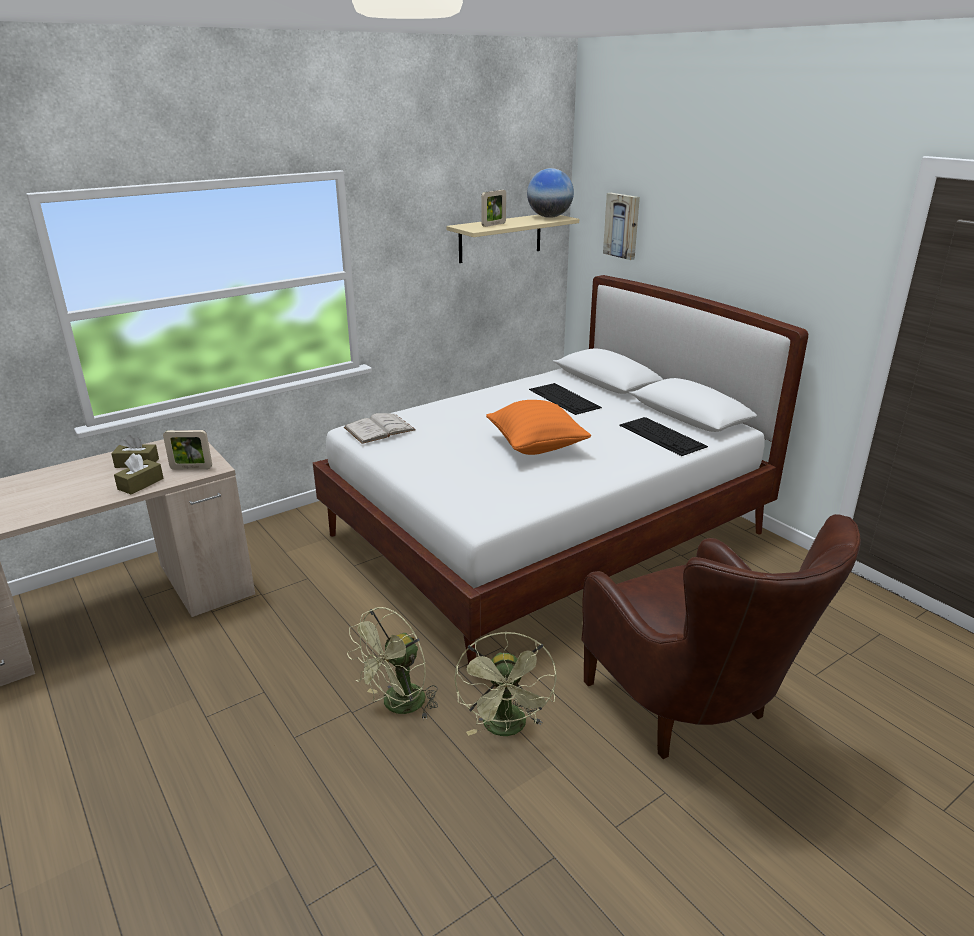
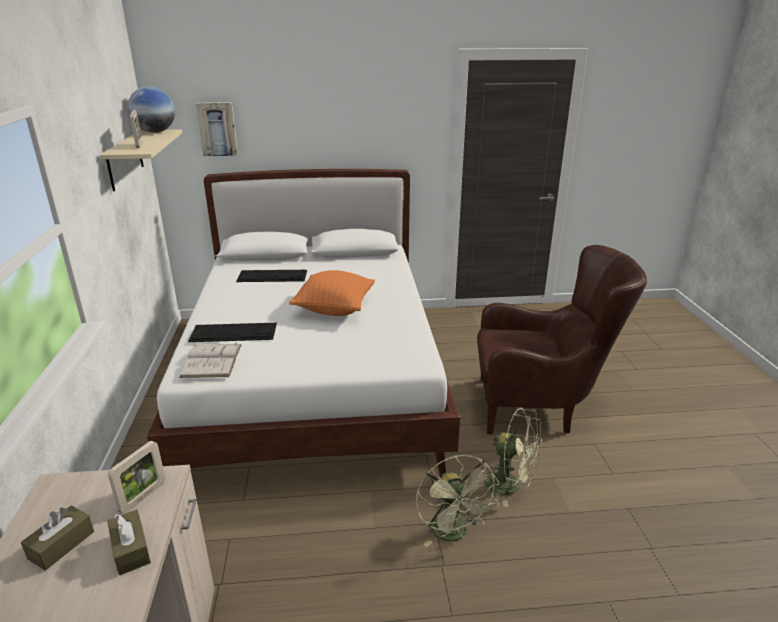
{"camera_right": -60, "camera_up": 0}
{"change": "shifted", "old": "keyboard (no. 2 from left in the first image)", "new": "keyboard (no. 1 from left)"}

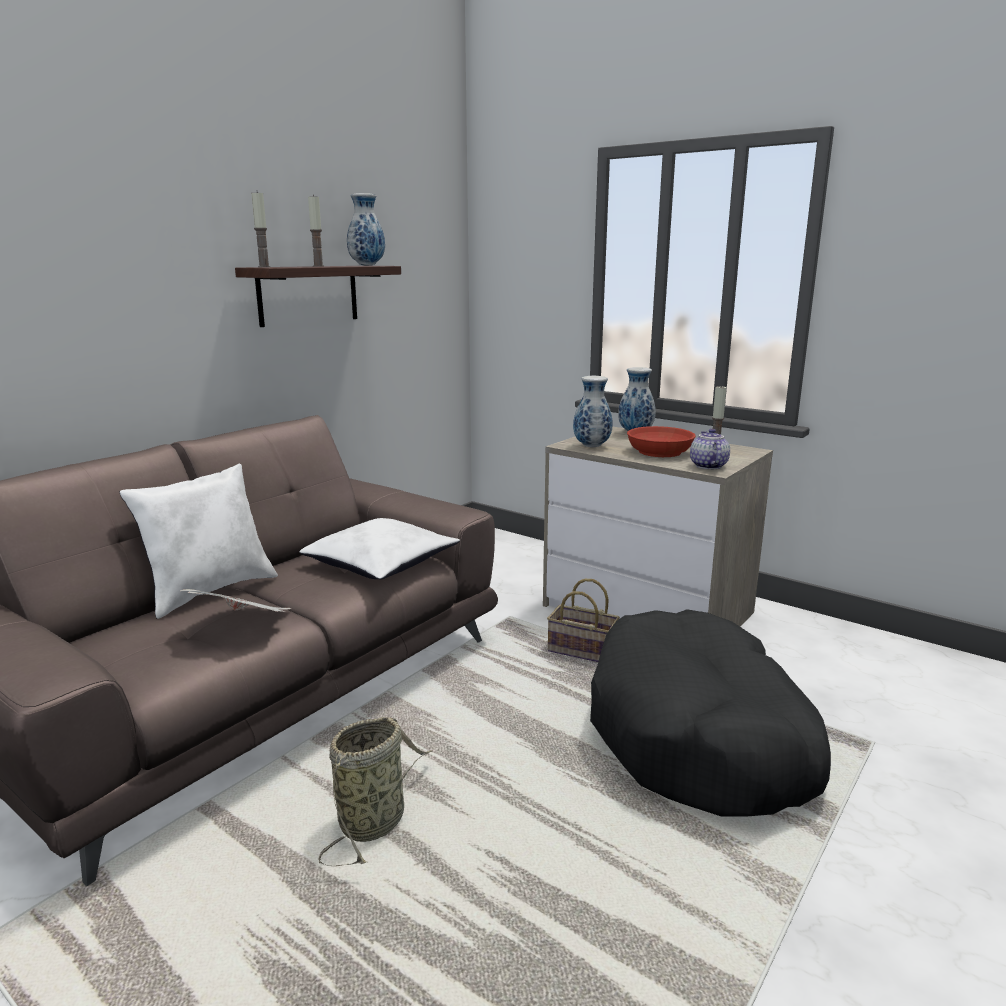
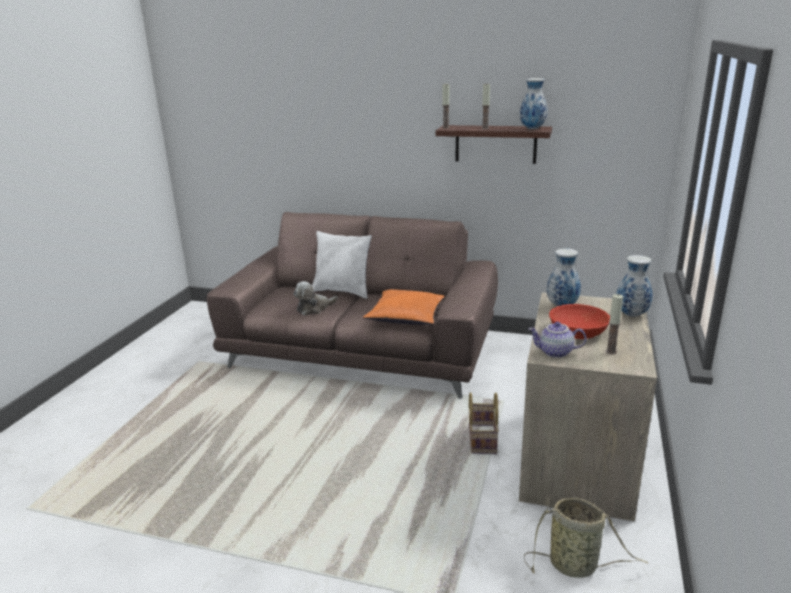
{"camera_right": 70, "camera_up": 5}
{"change": "gone", "old": "black_dog_cushion"}
{"change": "shifted", "old": "basket (no. 1 from left in the first image)", "new": "basket (no. 2 from left)"}
{"change": "swapped", "old": "printed_paper", "new": "plush_toy"}
{"change": "repainted", "old": "white-coloured_pillow (no. 2 from left)", "new": "orange-coloured_pillow"}
{"change": "rotated", "old": "pot_for_tea", "degrees": -150}

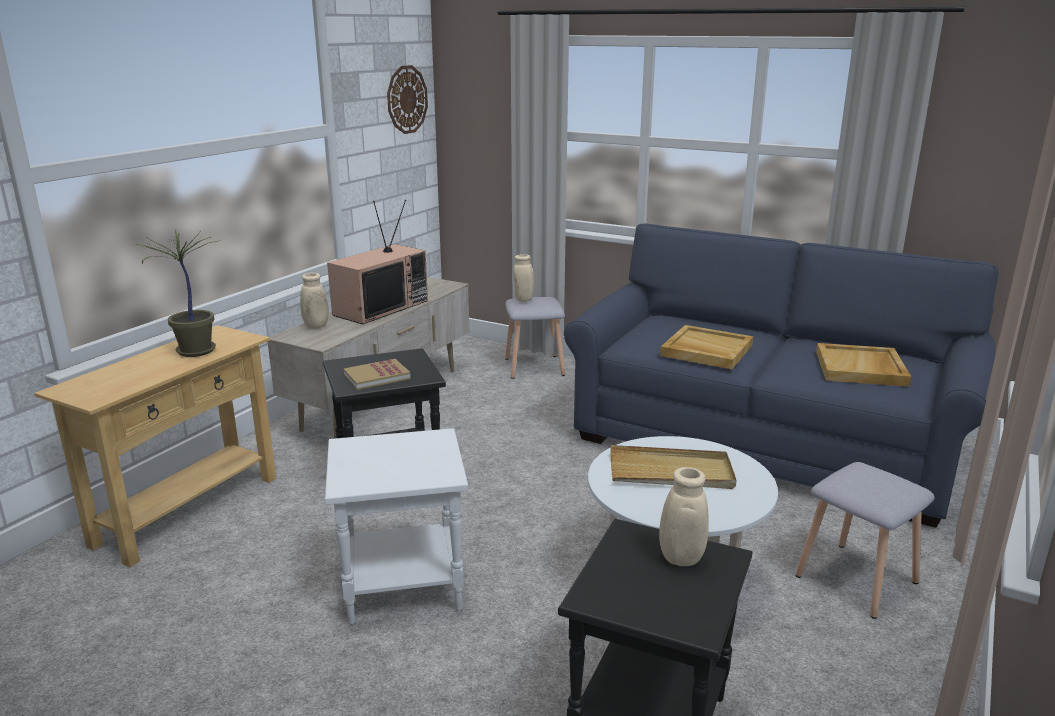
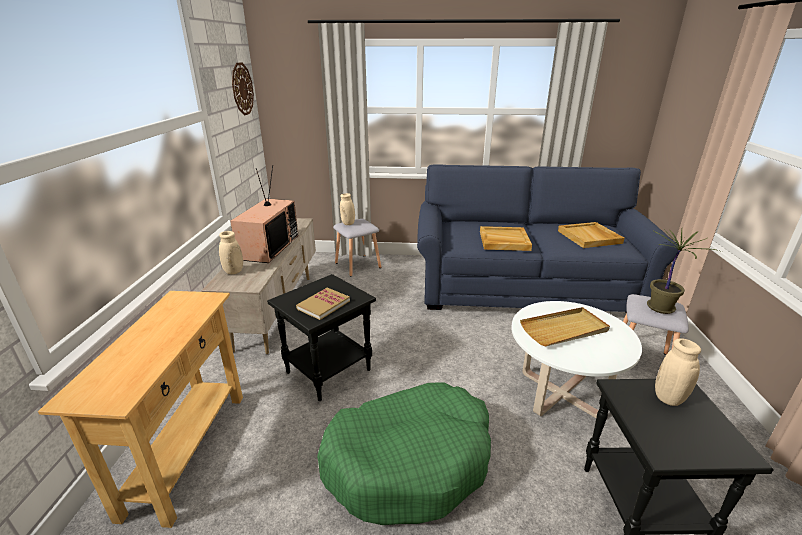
{"camera_right": -25, "camera_up": 5}
{"change": "shifted", "old": "potted_plant"}
{"change": "swapped", "old": "white-coloured_side_table", "new": "green_dog_cushion"}

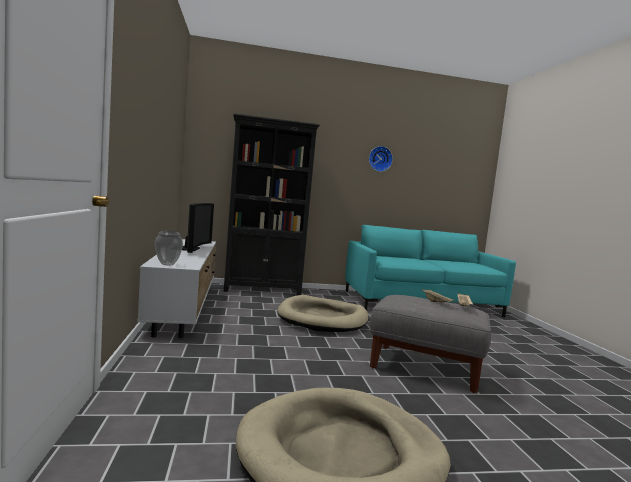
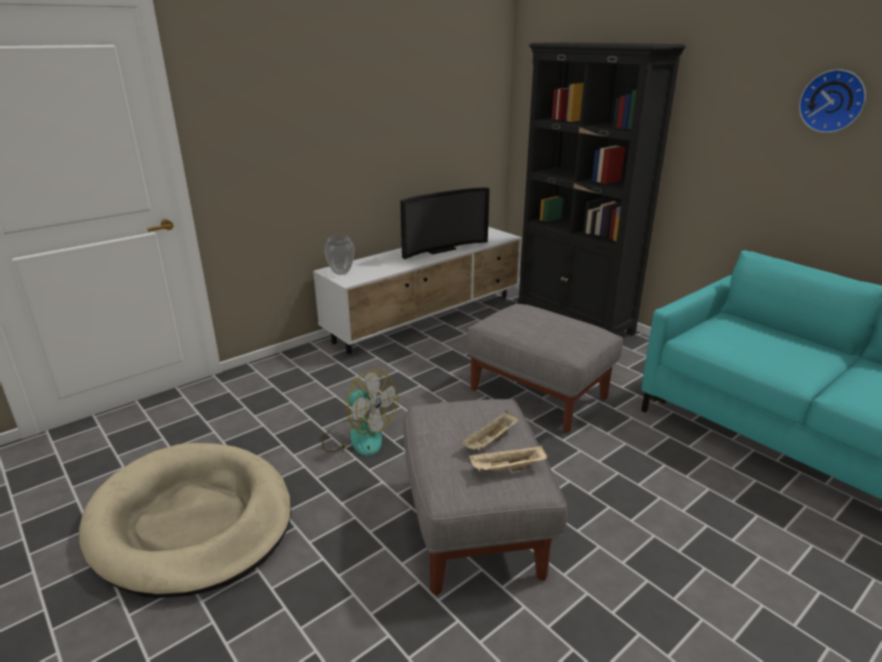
{"camera_right": 60, "camera_up": 20}
{"change": "new", "new": "fan"}
{"change": "swapped", "old": "beige-coloured_dog_cushion (no. 1 from left)", "new": "greyish_footrest (no. 2 from left)"}

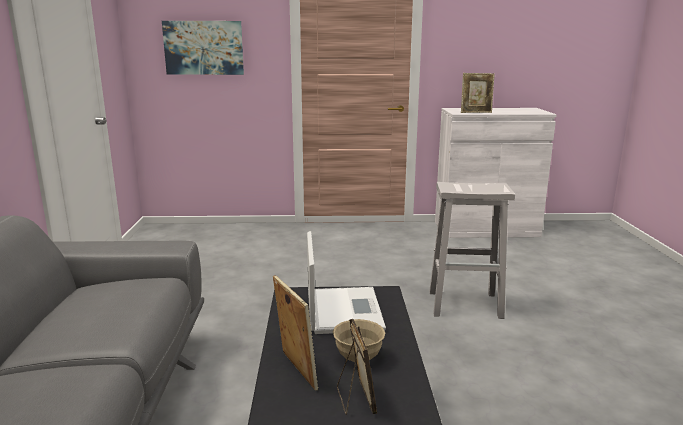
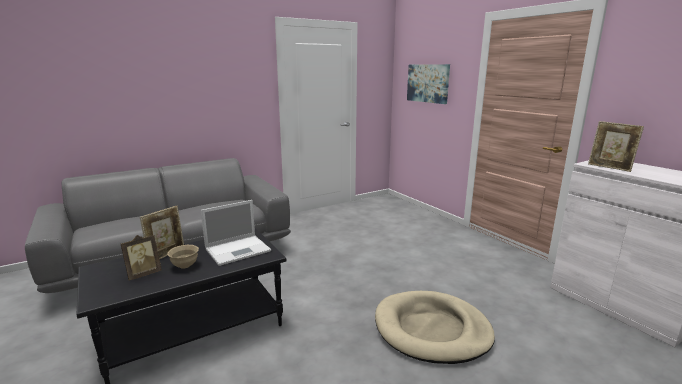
{"camera_right": 60, "camera_up": 0}
{"change": "swapped", "old": "white-coloured_stool_seat", "new": "beige-coloured_dog_cushion"}

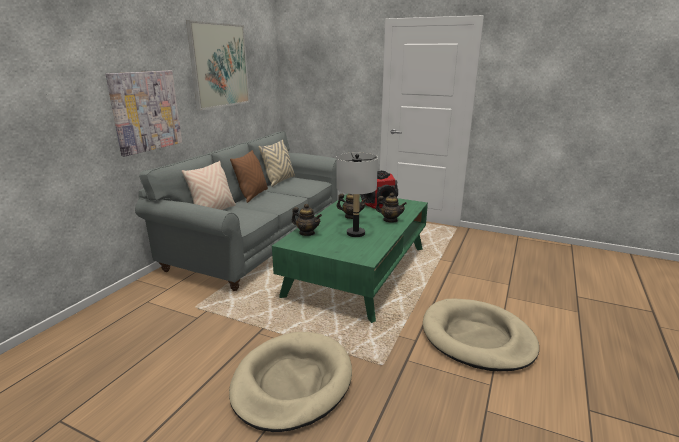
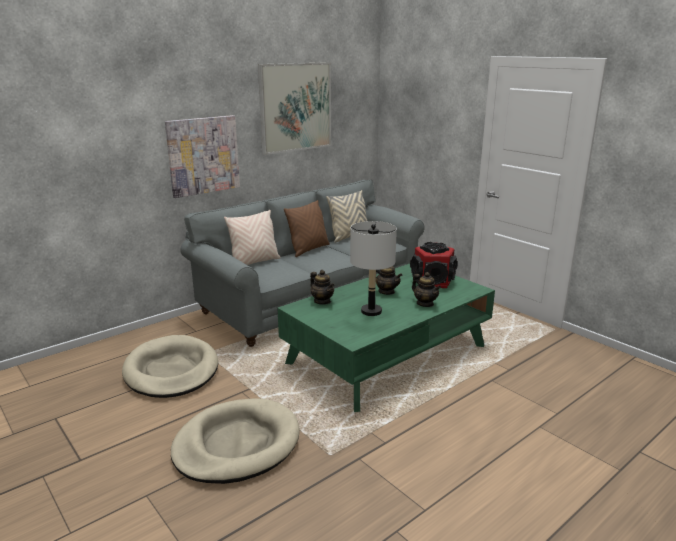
{"camera_right": 25, "camera_up": 0}
{"change": "shifted", "old": "beige-coloured_dog_cushion (no. 2 from left in the first image)", "new": "beige-coloured_dog_cushion (no. 1 from left)"}

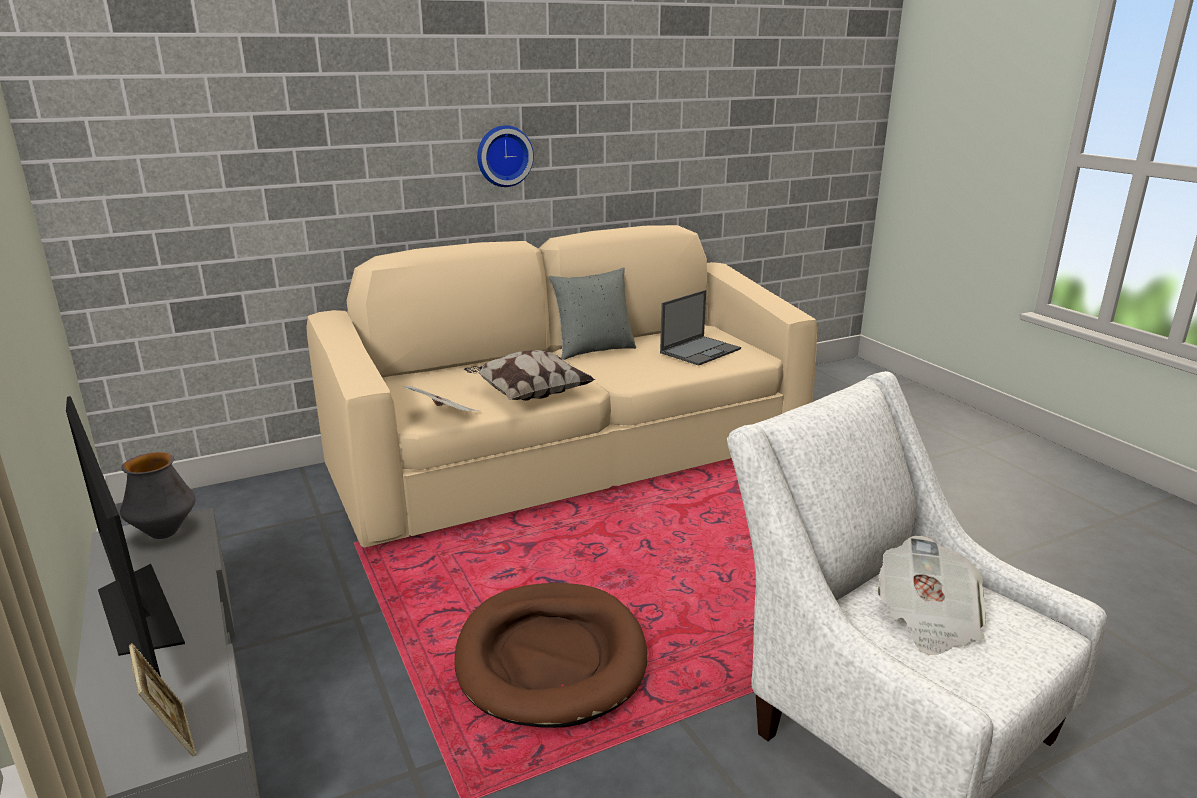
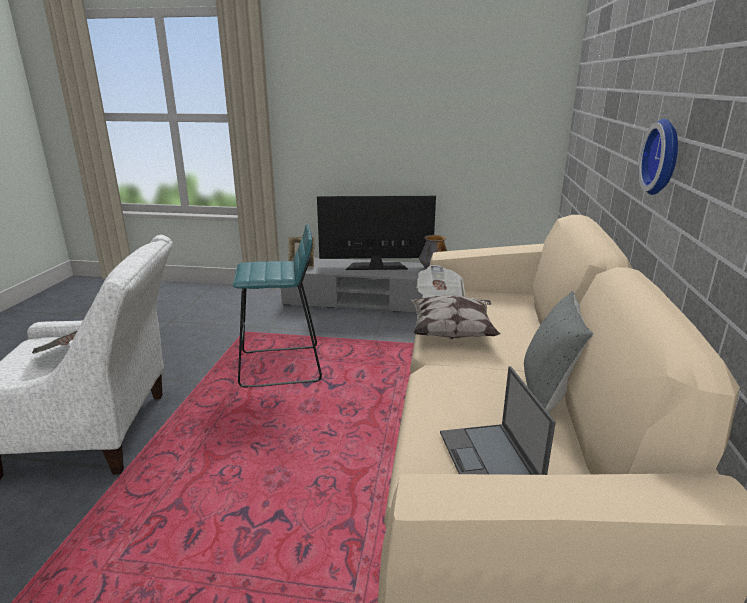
{"camera_right": 125, "camera_up": 0}
{"change": "swapped", "old": "brownish_dog_cushion", "new": "turquoise_stool_seat"}

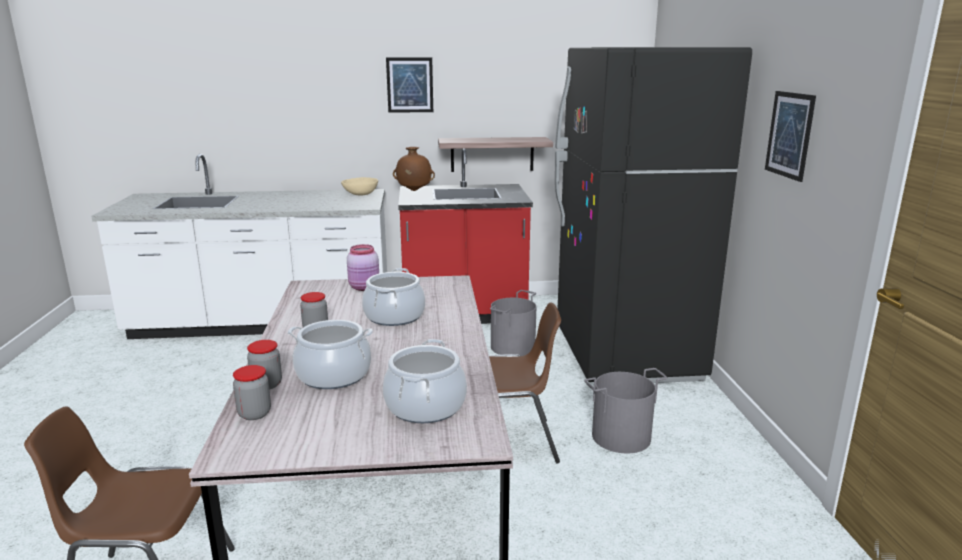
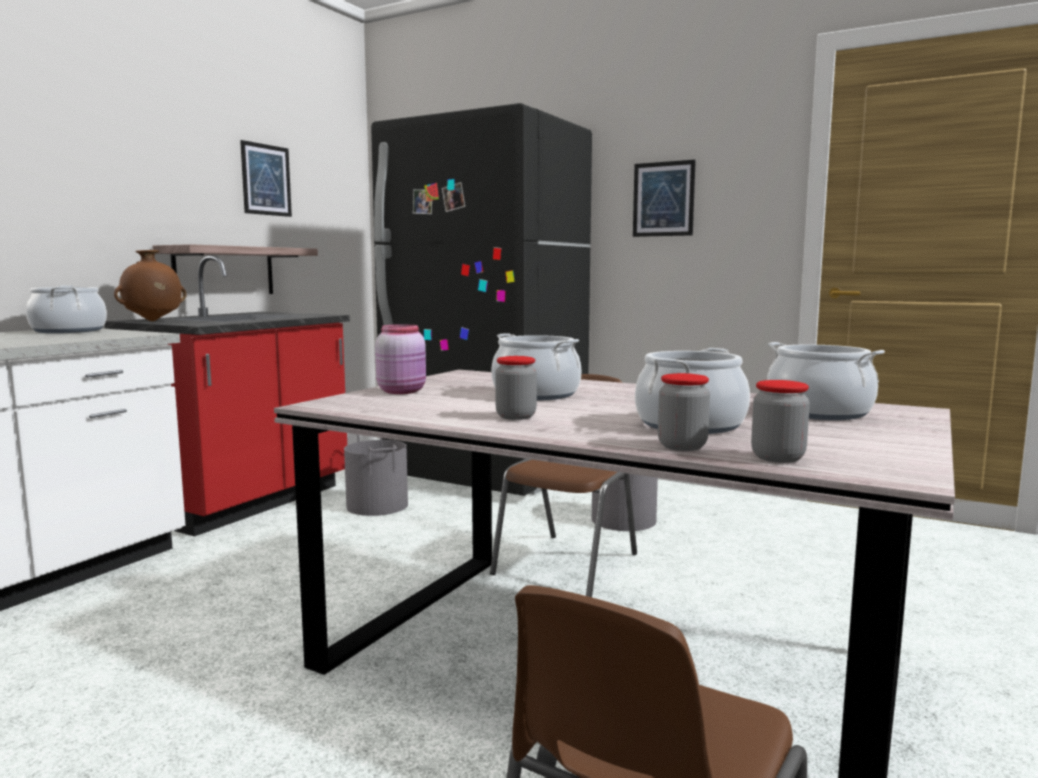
{"camera_right": -55, "camera_up": -10}
{"change": "shifted", "old": "wall_art (no. 1 from left)"}
{"change": "swapped", "old": "beige-coloured_bowl", "new": "stockpot (no. 1 from left)"}

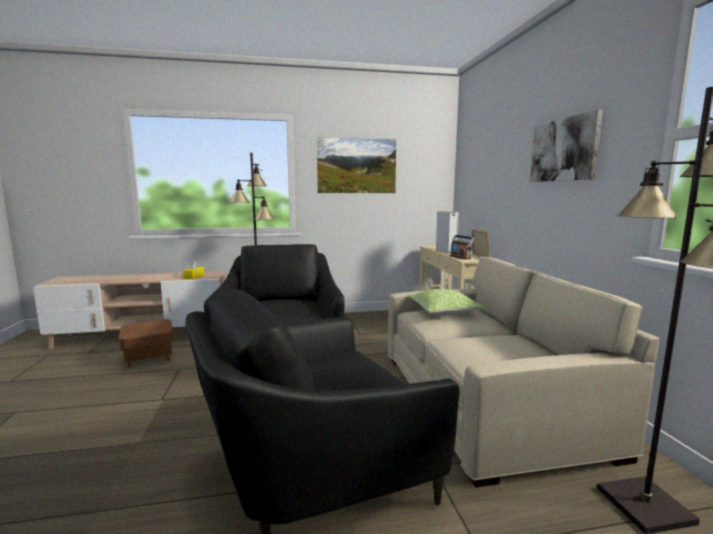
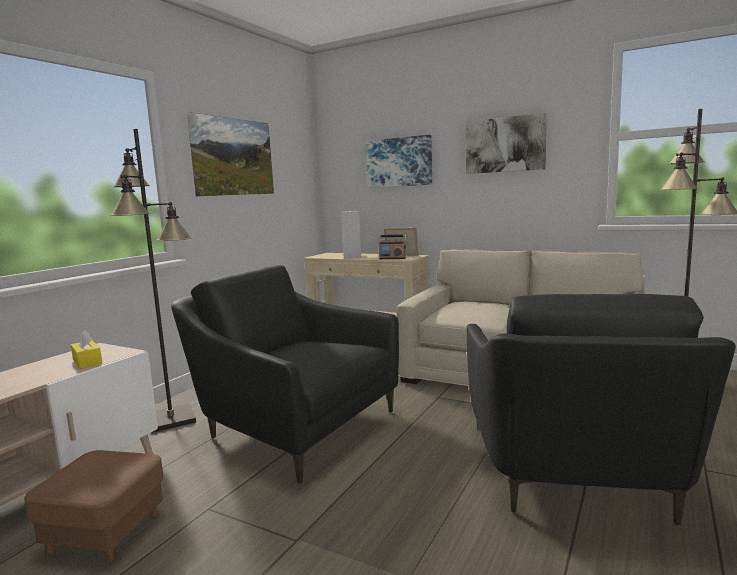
{"camera_right": -50, "camera_up": 0}
{"change": "gone", "old": "pillow"}
{"change": "new", "new": "wall_art (no. 2 from left)"}

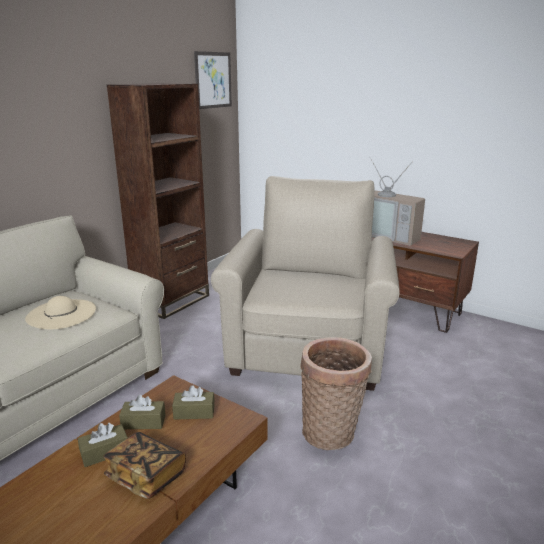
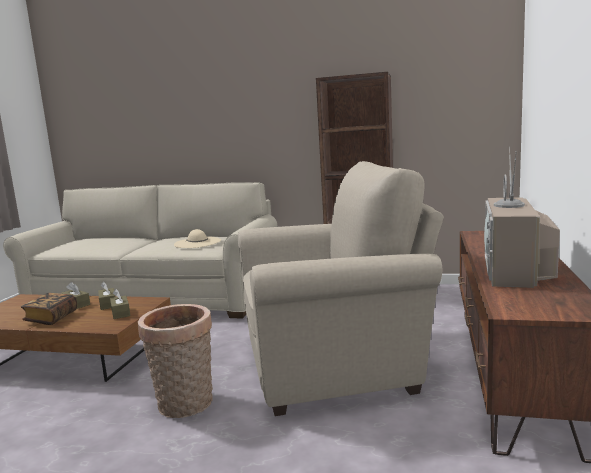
{"camera_right": 70, "camera_up": -10}
{"change": "gone", "old": "wall_art"}

